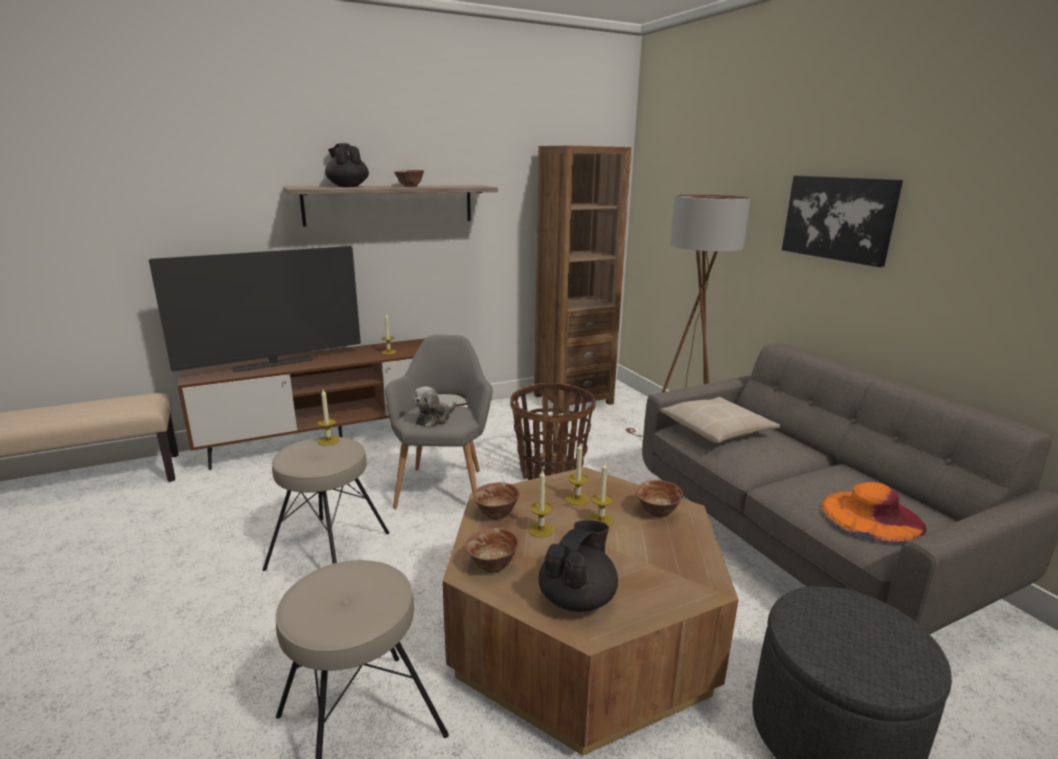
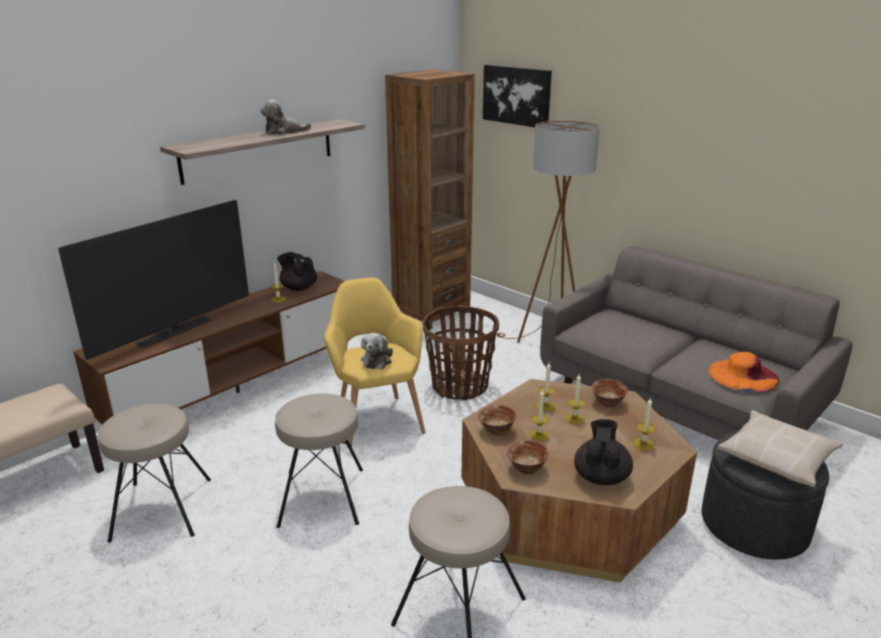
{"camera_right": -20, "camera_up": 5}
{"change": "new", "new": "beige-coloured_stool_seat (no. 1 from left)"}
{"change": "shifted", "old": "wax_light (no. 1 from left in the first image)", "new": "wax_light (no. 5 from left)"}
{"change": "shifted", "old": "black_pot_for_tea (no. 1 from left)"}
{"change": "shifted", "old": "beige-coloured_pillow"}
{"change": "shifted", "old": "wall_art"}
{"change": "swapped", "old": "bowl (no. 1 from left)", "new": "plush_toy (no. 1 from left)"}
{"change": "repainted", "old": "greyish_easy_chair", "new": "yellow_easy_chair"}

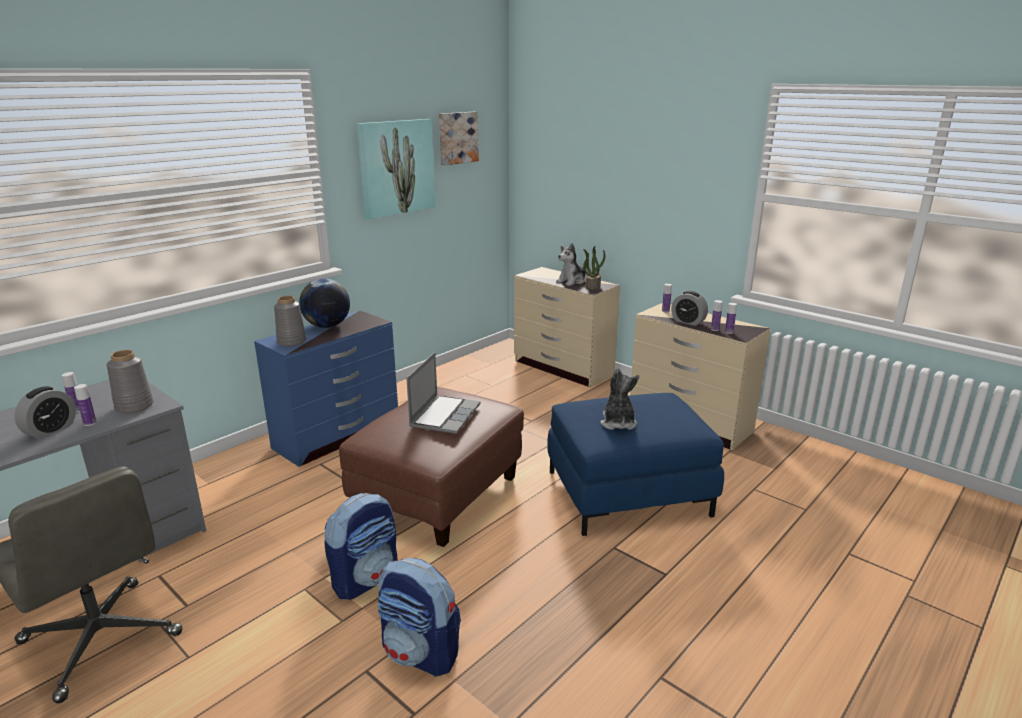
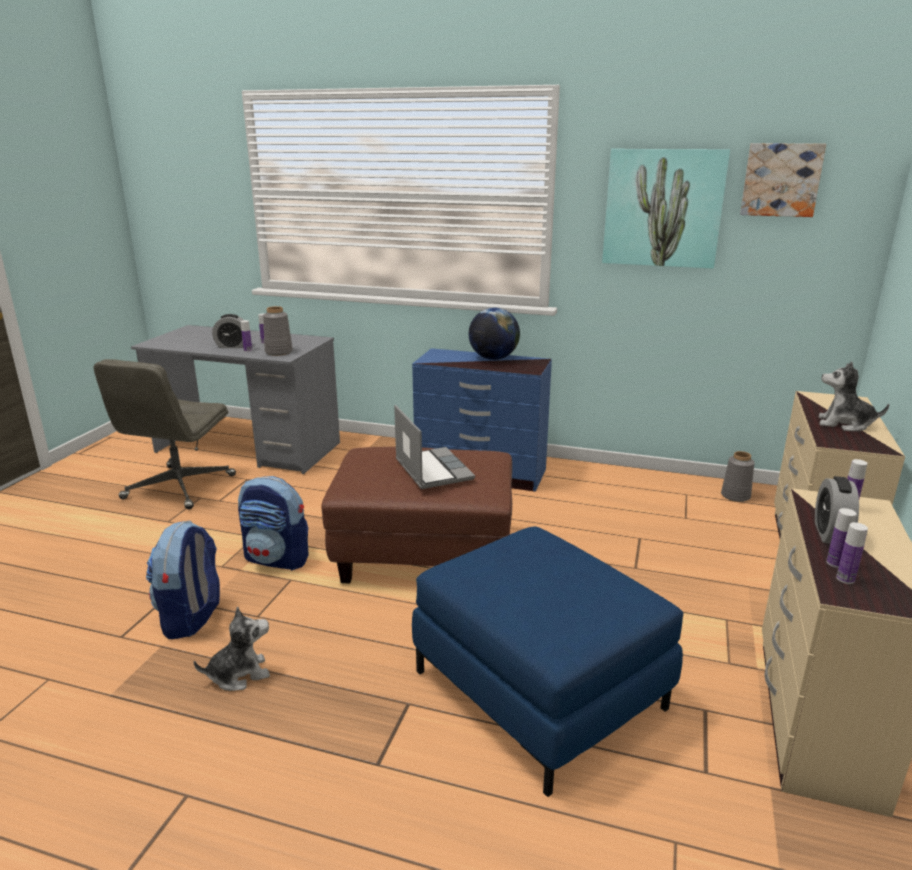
{"camera_right": 65, "camera_up": 0}
{"change": "gone", "old": "potted_plant"}
{"change": "shifted", "old": "greyish_decorative_vase (no. 2 from left)"}
{"change": "shifted", "old": "plush_toy (no. 2 from left in the first image)", "new": "plush_toy (no. 1 from left)"}
{"change": "rotated", "old": "laptop", "degrees": -105}

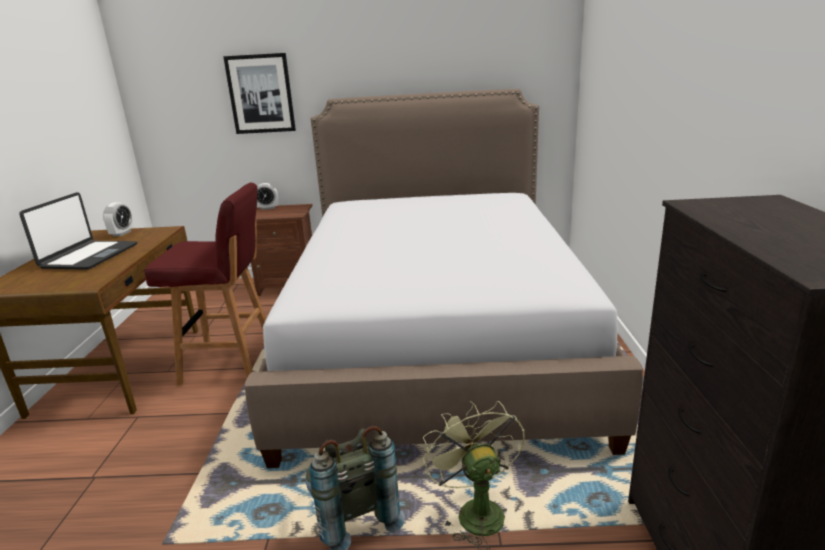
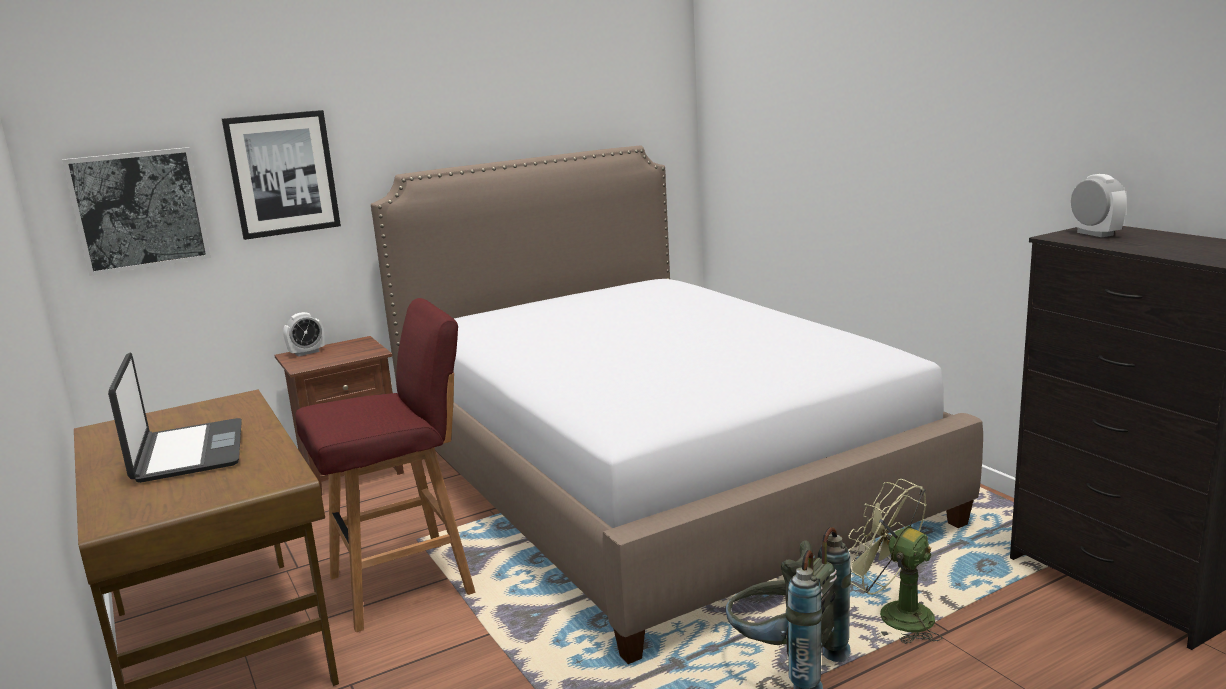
{"camera_right": -30, "camera_up": -5}
{"change": "new", "new": "wall_art (no. 1 from left)"}
{"change": "shifted", "old": "alarm_clock (no. 1 from left in the first image)", "new": "alarm_clock (no. 2 from left)"}

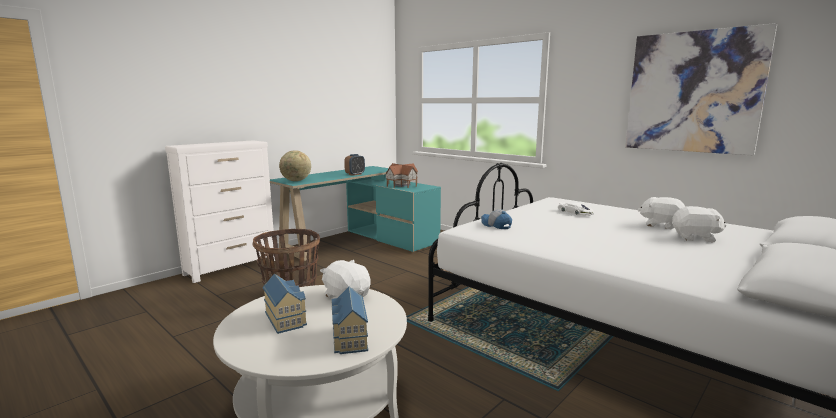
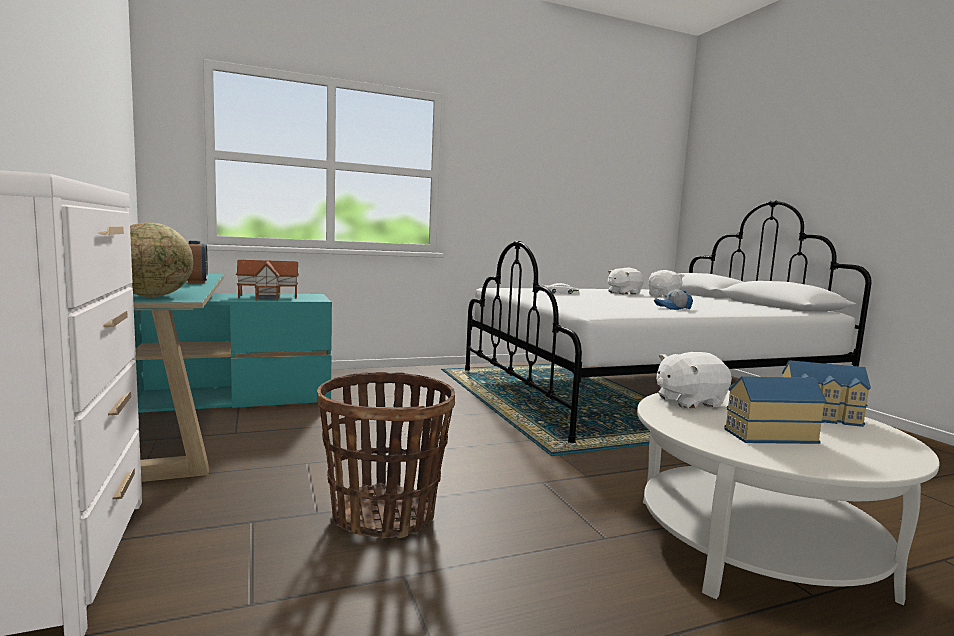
{"camera_right": -65, "camera_up": -5}
{"change": "gone", "old": "wall_art"}
{"change": "shifted", "old": "cap"}

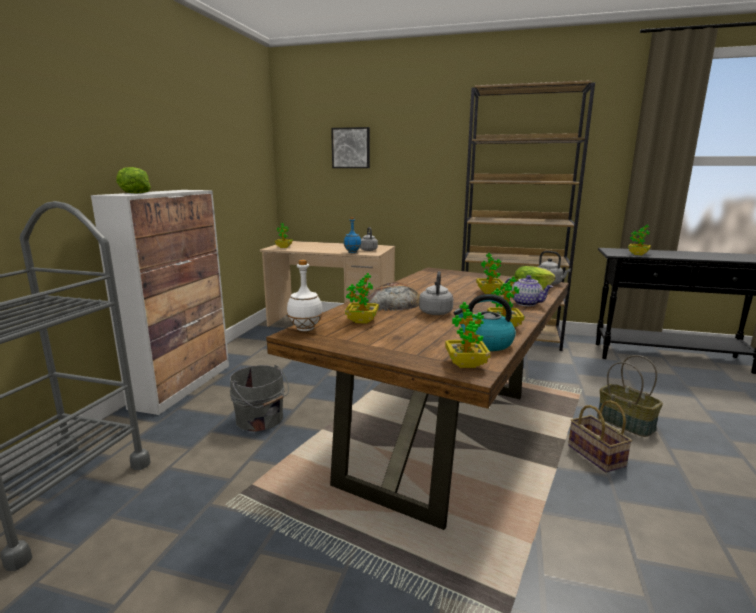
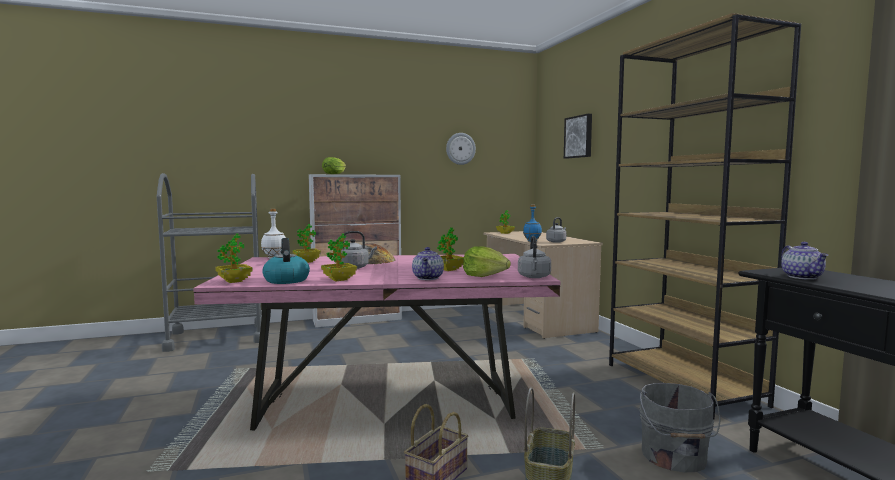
{"camera_right": 55, "camera_up": -10}
{"change": "new", "new": "wall_clock"}
{"change": "shifted", "old": "greyish_water_bucket"}
{"change": "swapped", "old": "potted_plant (no. 6 from left)", "new": "pot_for_tea (no. 2 from left)"}
{"change": "repainted", "old": "brownish_dinner_table", "new": "pink_dinner_table"}

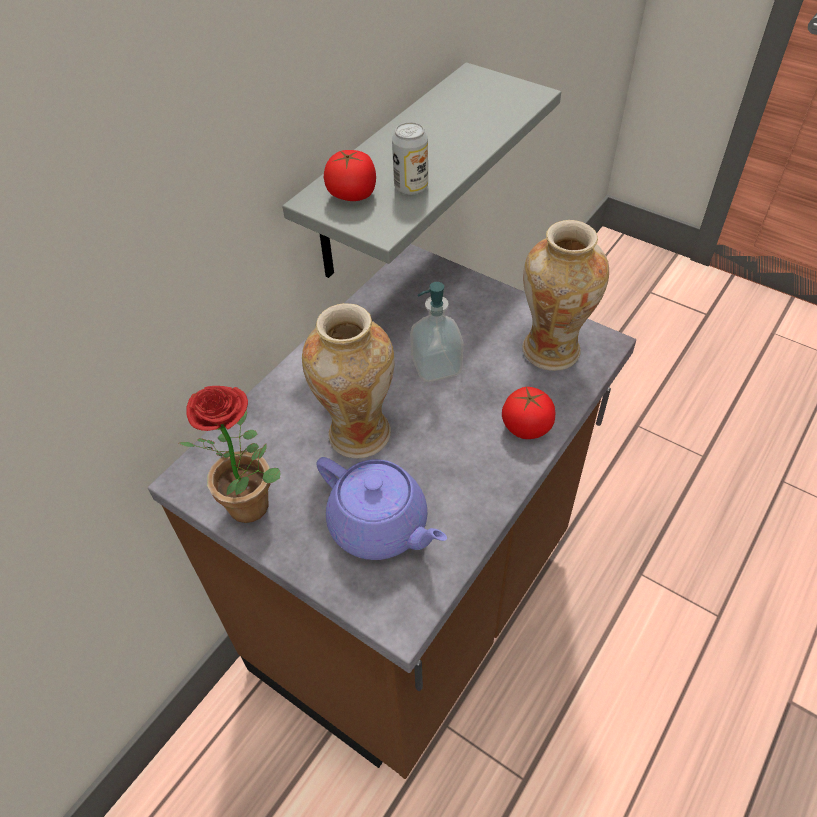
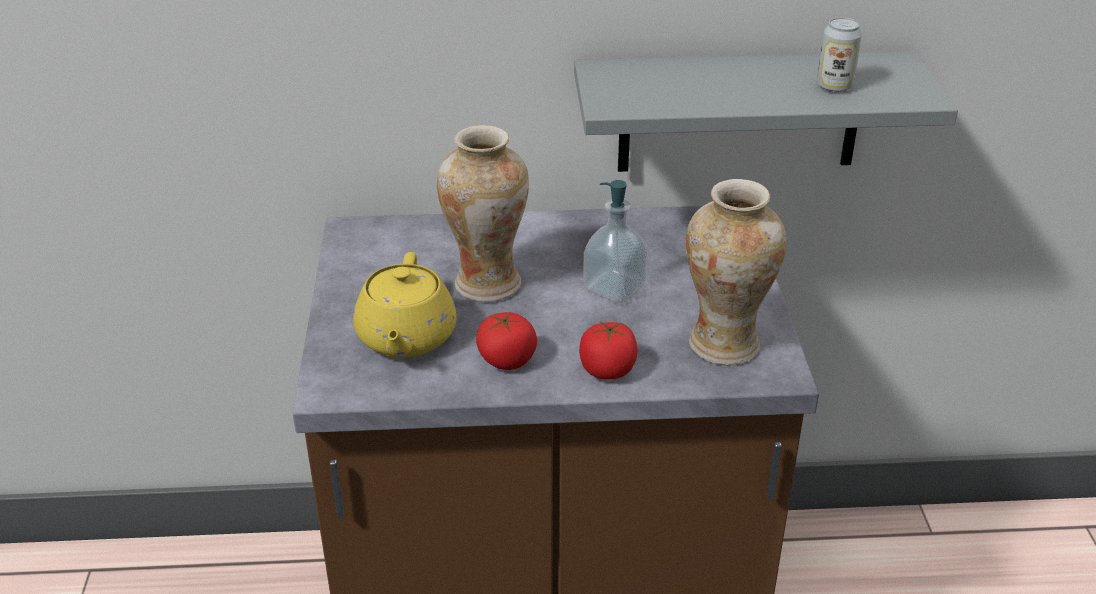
{"camera_right": 50, "camera_up": -15}
{"change": "gone", "old": "potted_plant"}
{"change": "shifted", "old": "tomato (no. 1 from left)"}
{"change": "shifted", "old": "sealed_can"}
{"change": "repainted", "old": "purplish_pot_for_tea", "new": "yellow_pot_for_tea"}

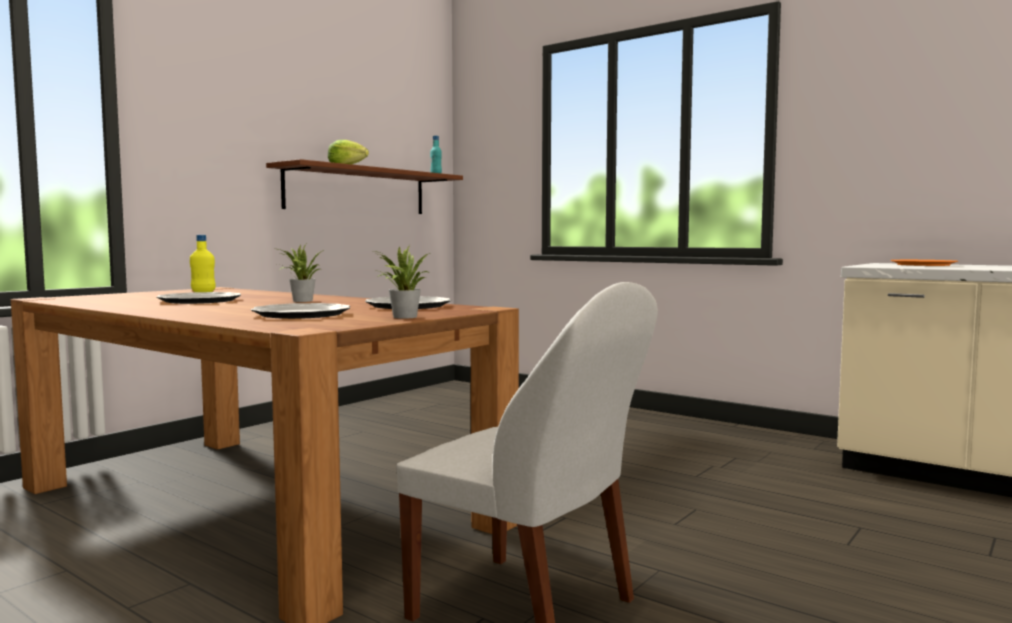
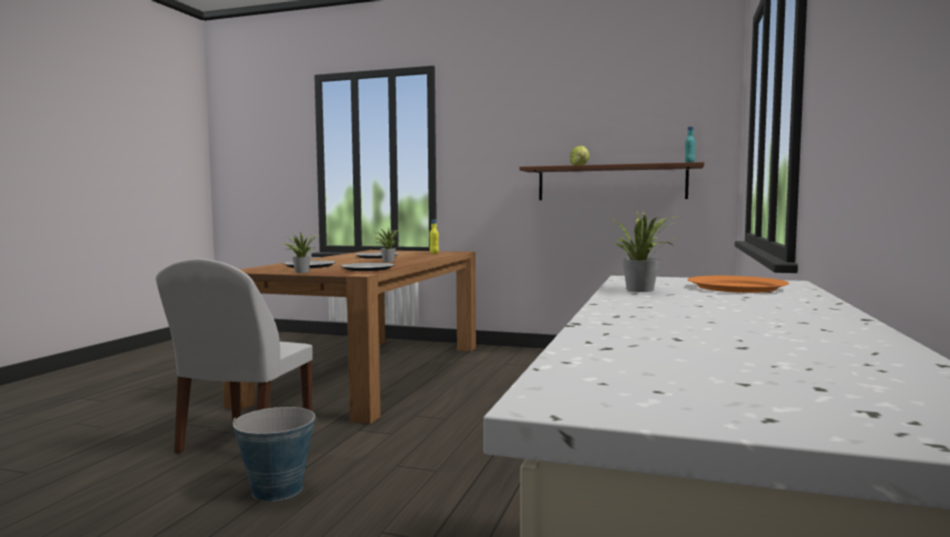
{"camera_right": 70, "camera_up": 0}
{"change": "new", "new": "water_bucket"}
{"change": "new", "new": "potted_plant (no. 3 from left)"}

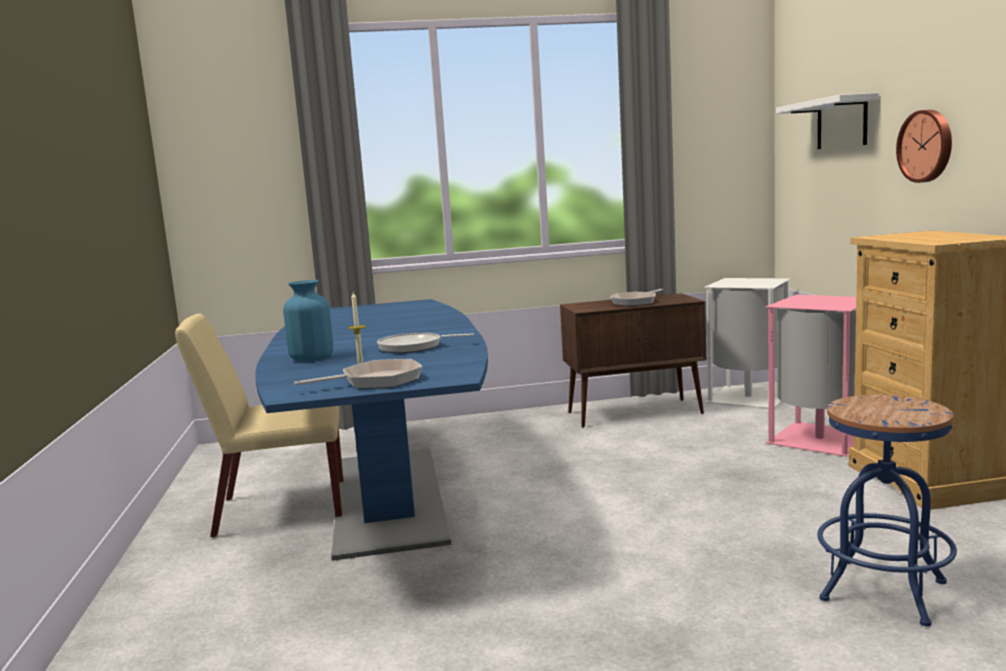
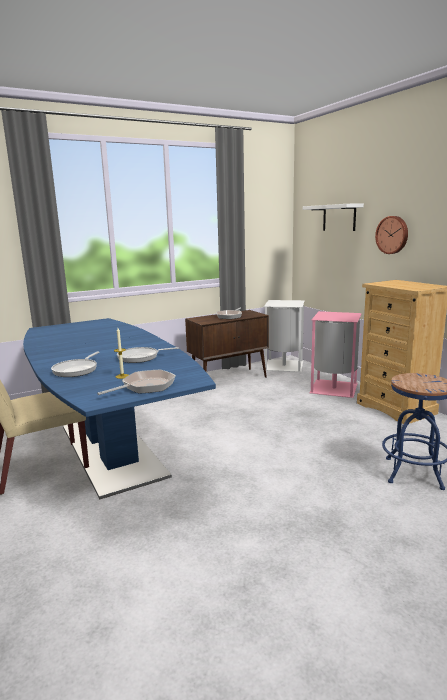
{"camera_right": -20, "camera_up": 5}
{"change": "swapped", "old": "blue-coloured_decorative_vase", "new": "frying_pan (no. 1 from left)"}

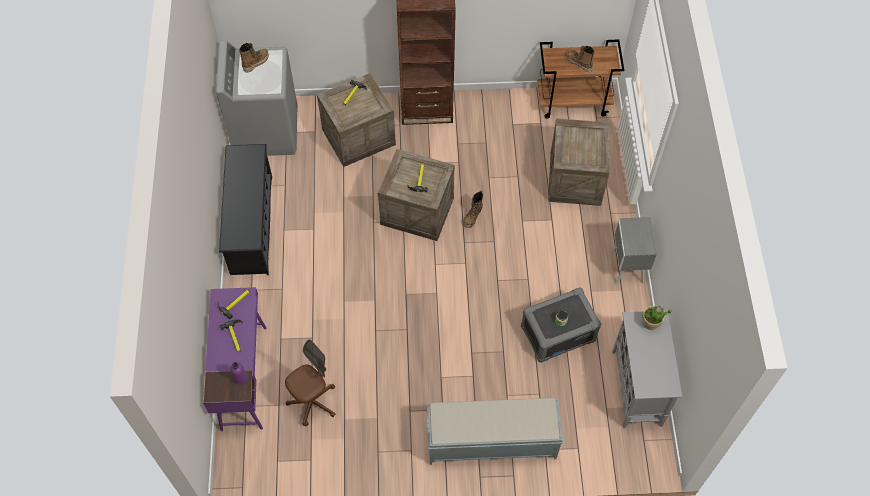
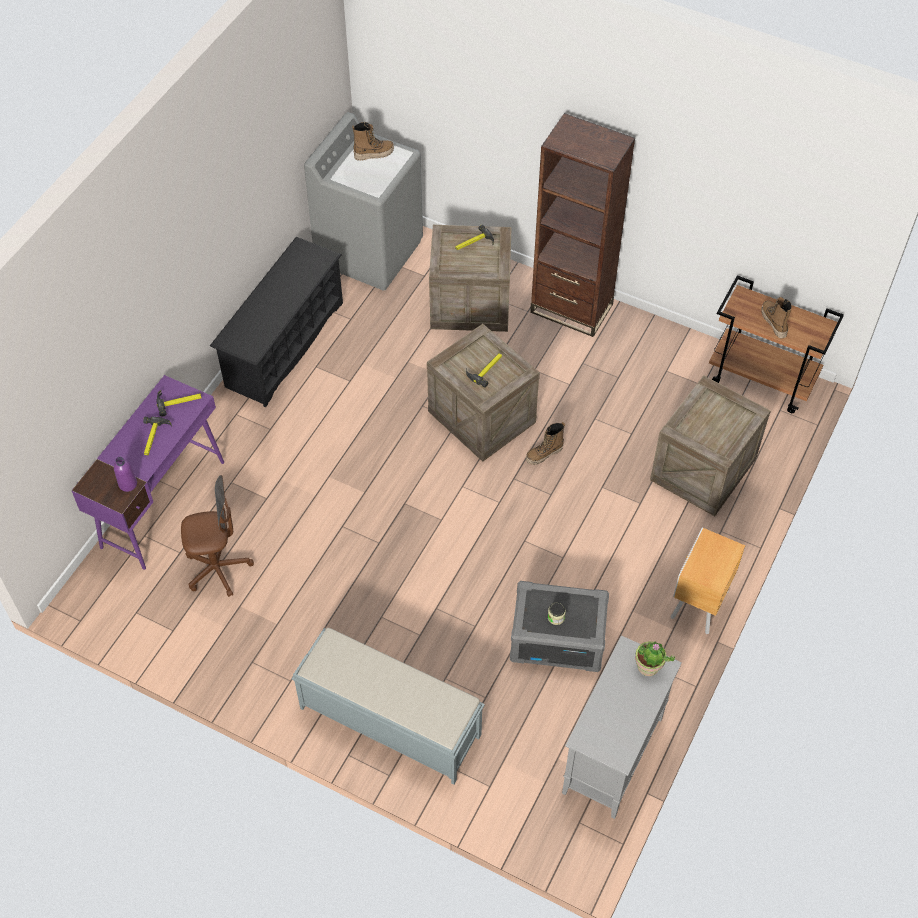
{"camera_right": 30, "camera_up": -5}
{"change": "repainted", "old": "greyish_bedside_table", "new": "brownish_bedside_table"}

